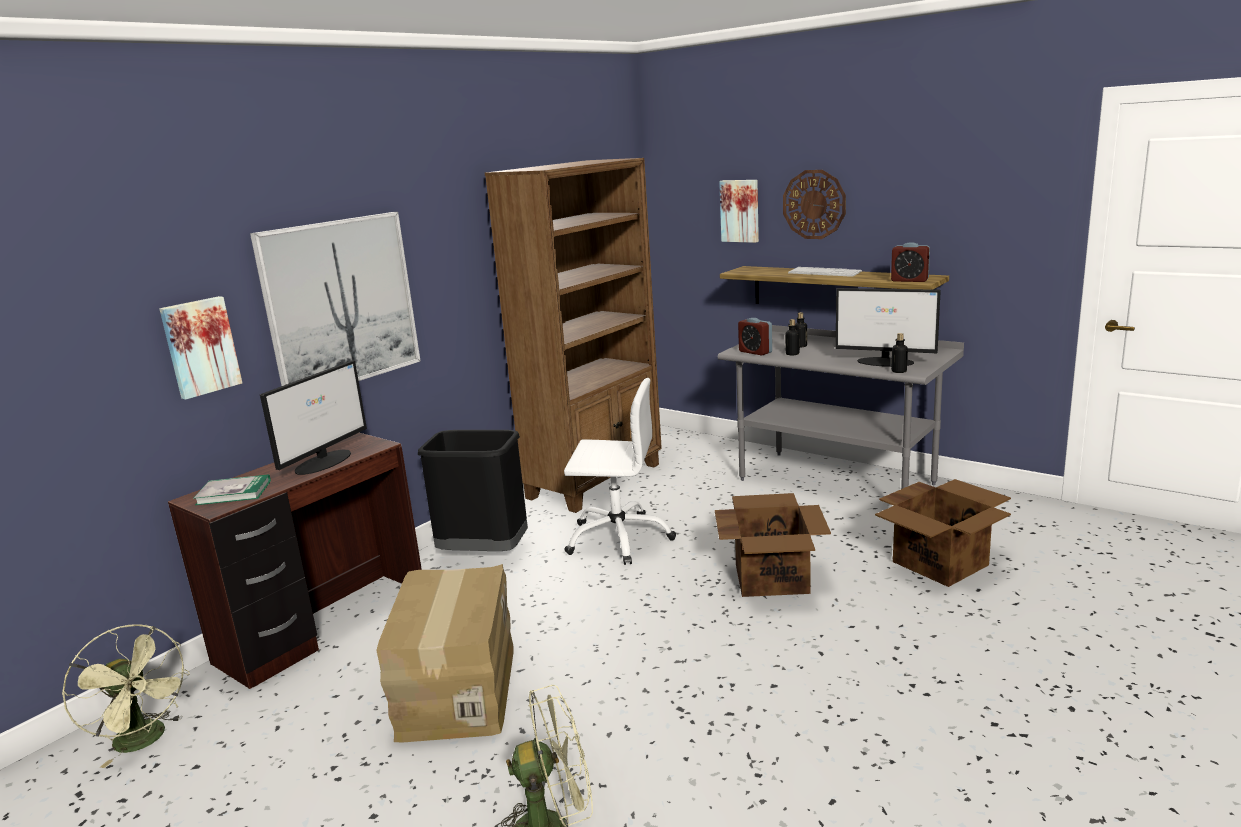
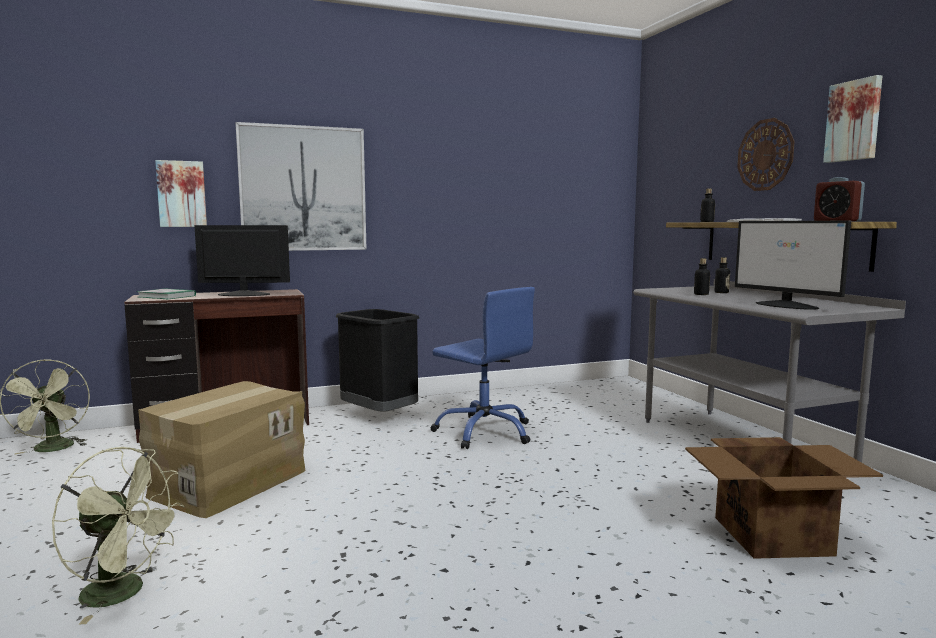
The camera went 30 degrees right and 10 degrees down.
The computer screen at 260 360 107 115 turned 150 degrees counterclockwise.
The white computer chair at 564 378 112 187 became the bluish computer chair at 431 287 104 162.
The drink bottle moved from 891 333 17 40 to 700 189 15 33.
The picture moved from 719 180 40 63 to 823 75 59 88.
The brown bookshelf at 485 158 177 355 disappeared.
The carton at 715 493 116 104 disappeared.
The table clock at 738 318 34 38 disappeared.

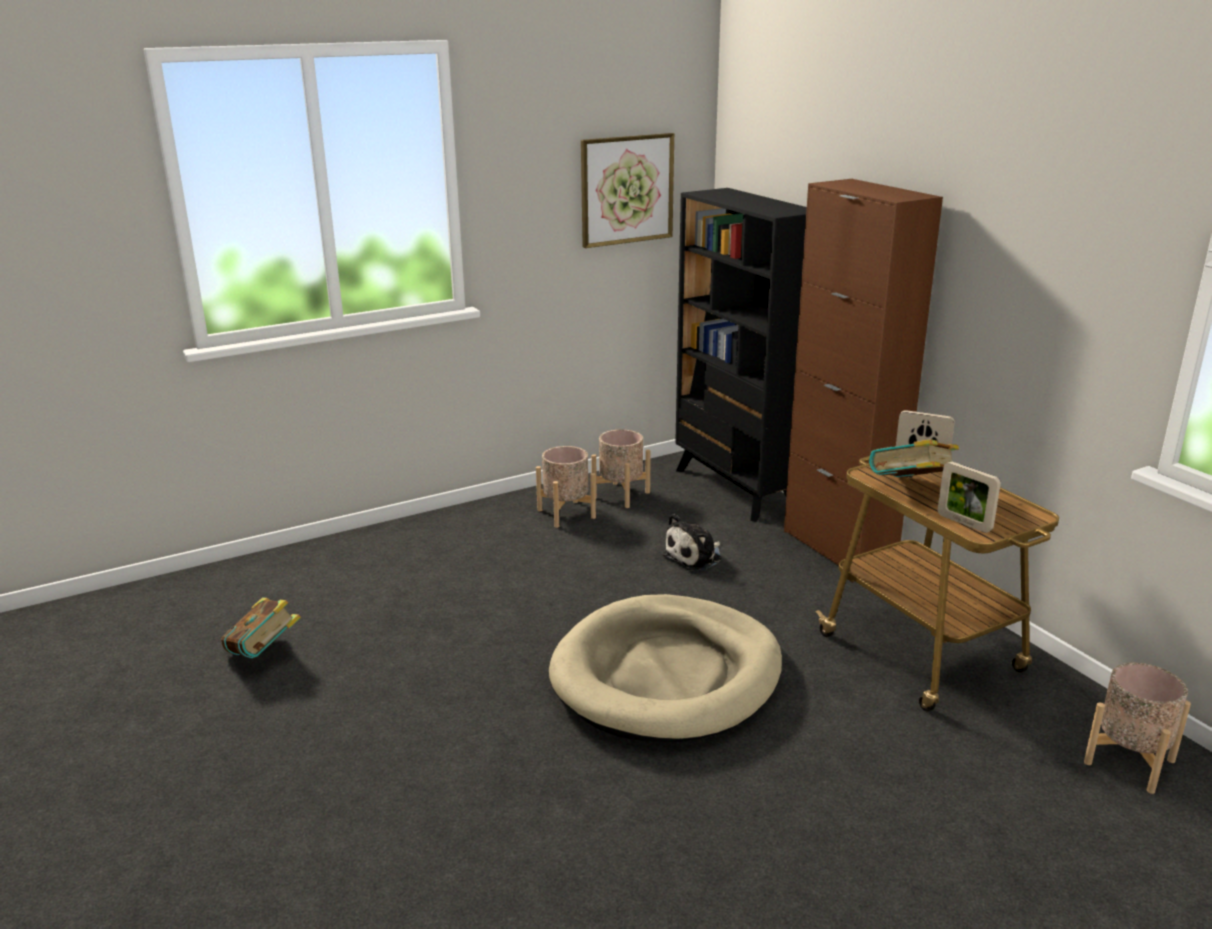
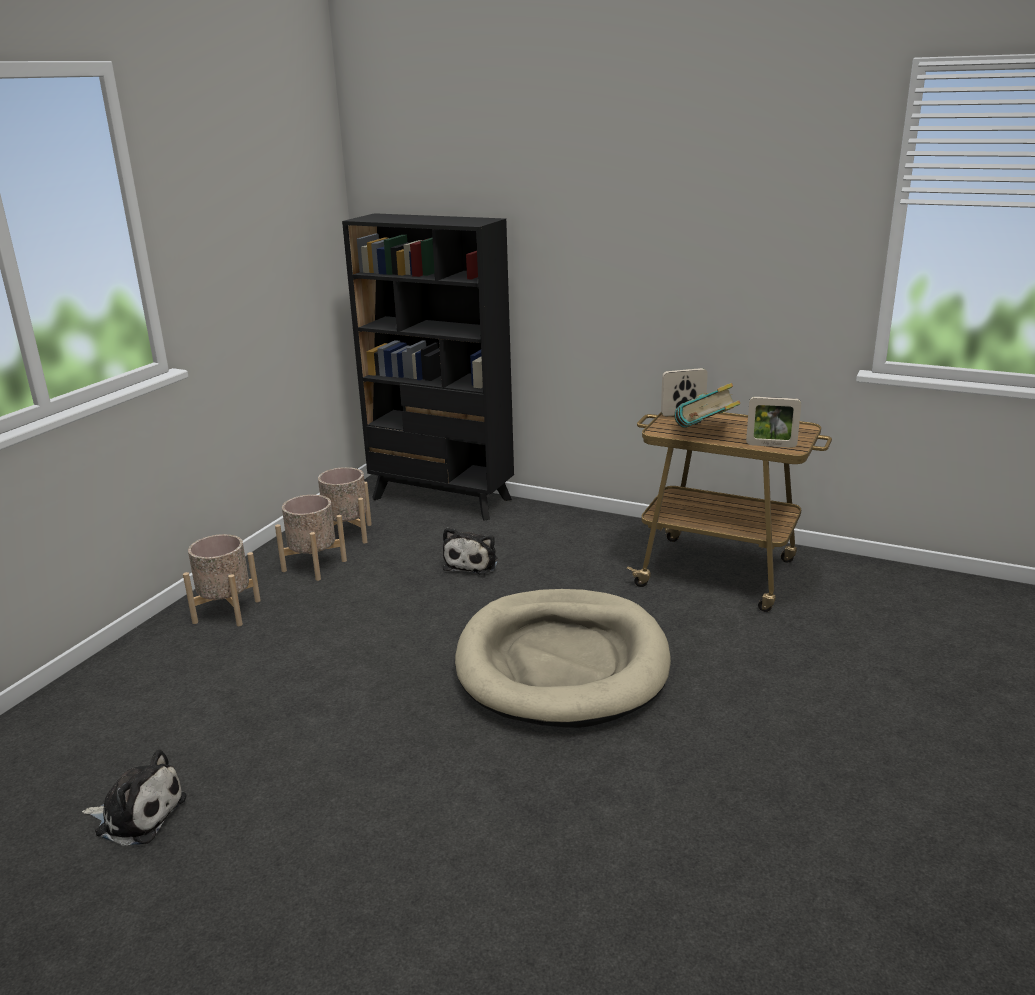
The camera went 35 degrees left and 0 degrees up.
The book at 221 597 80 61 was replaced by the cuddly toy at 82 749 104 97.
The beige planter moved from 1084 663 107 131 to 183 534 78 92.
The picture at 581 133 93 115 disappeared.
The brown cupboard at 784 179 159 387 disappeared.

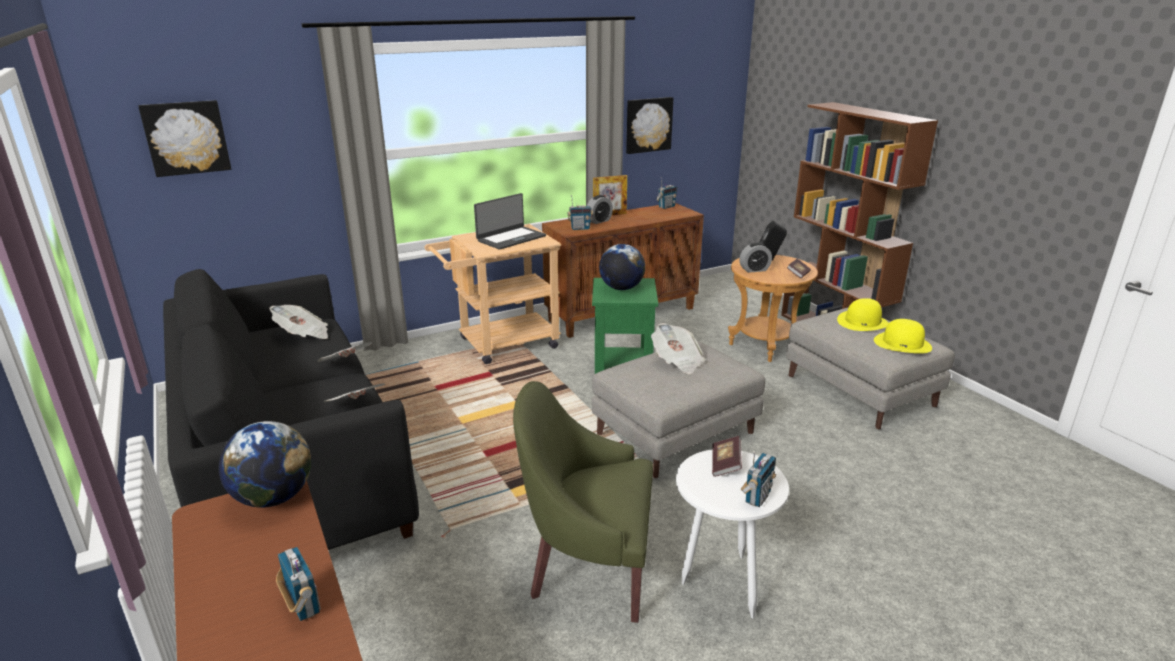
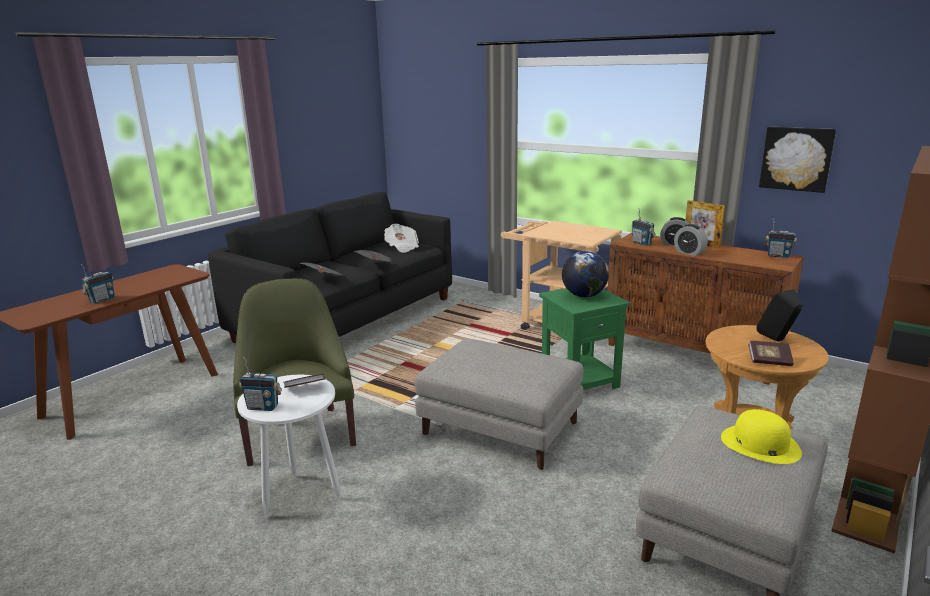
The camera went 65 degrees right and 5 degrees down.
The table clock moved from 739 242 33 31 to 674 224 34 32.
The picture at 138 100 93 77 disappeared.
The globe at 219 421 92 87 disappeared.
The laptop at 474 193 72 57 disappeared.
The newspaper at 651 323 54 51 disappeared.
The yellow-coloured clothing hat at 874 319 58 35 disappeared.

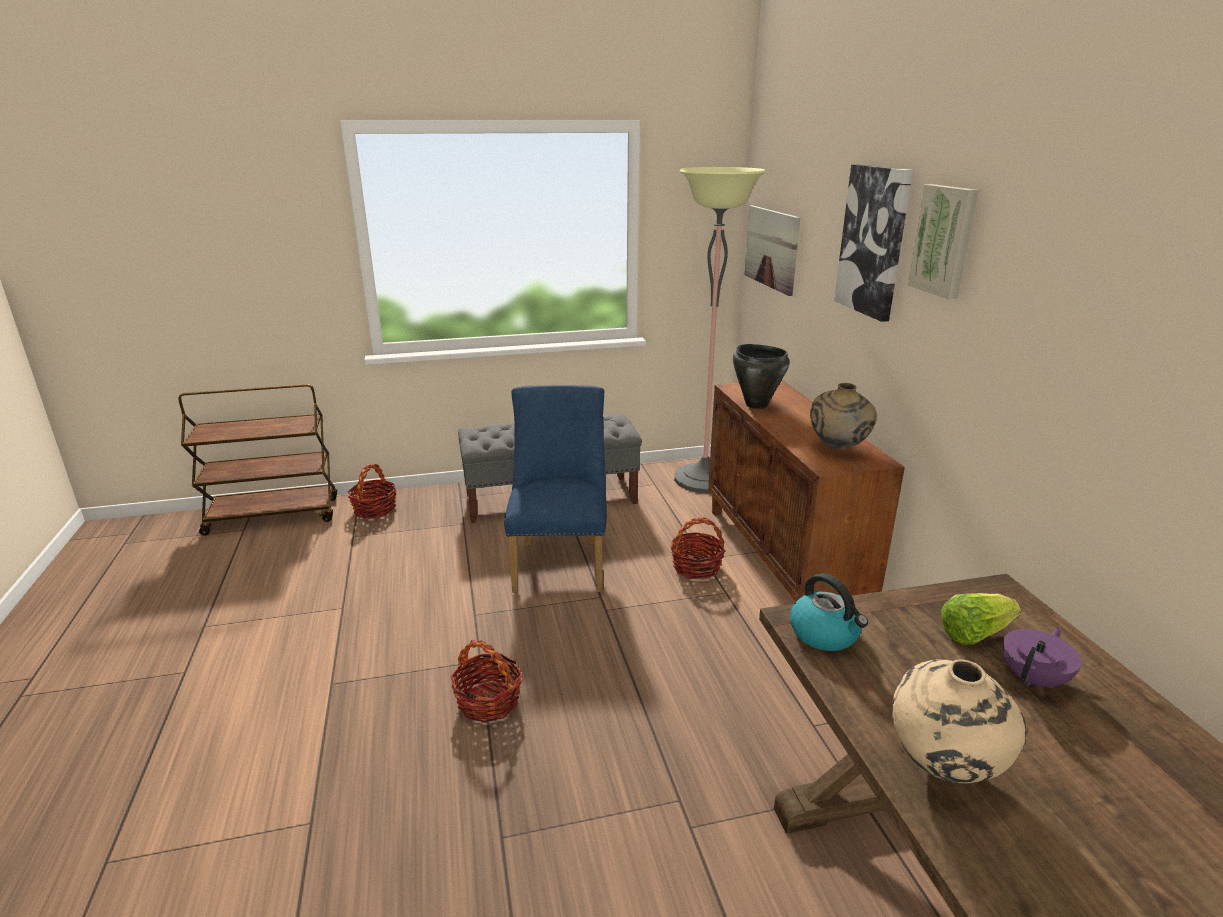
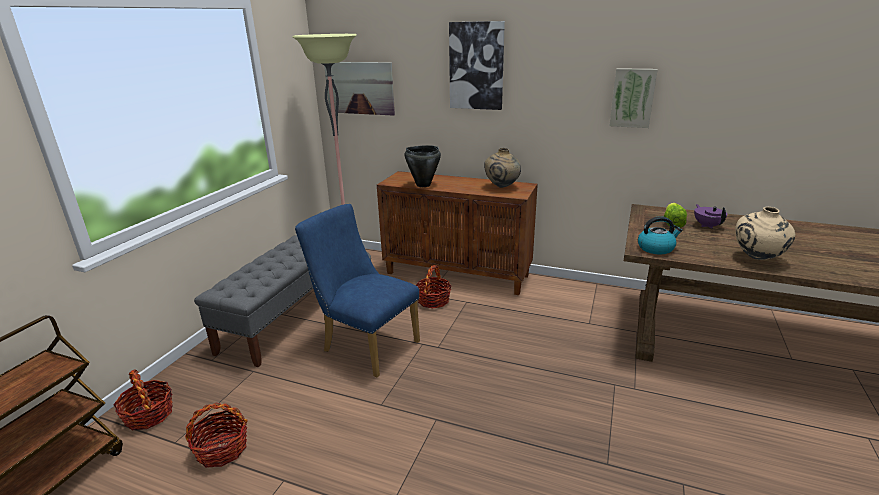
The camera went 55 degrees left and 0 degrees up.
The basket moved from 450 640 72 83 to 185 403 63 65.
The picture moved from 908 184 71 115 to 609 68 49 60.

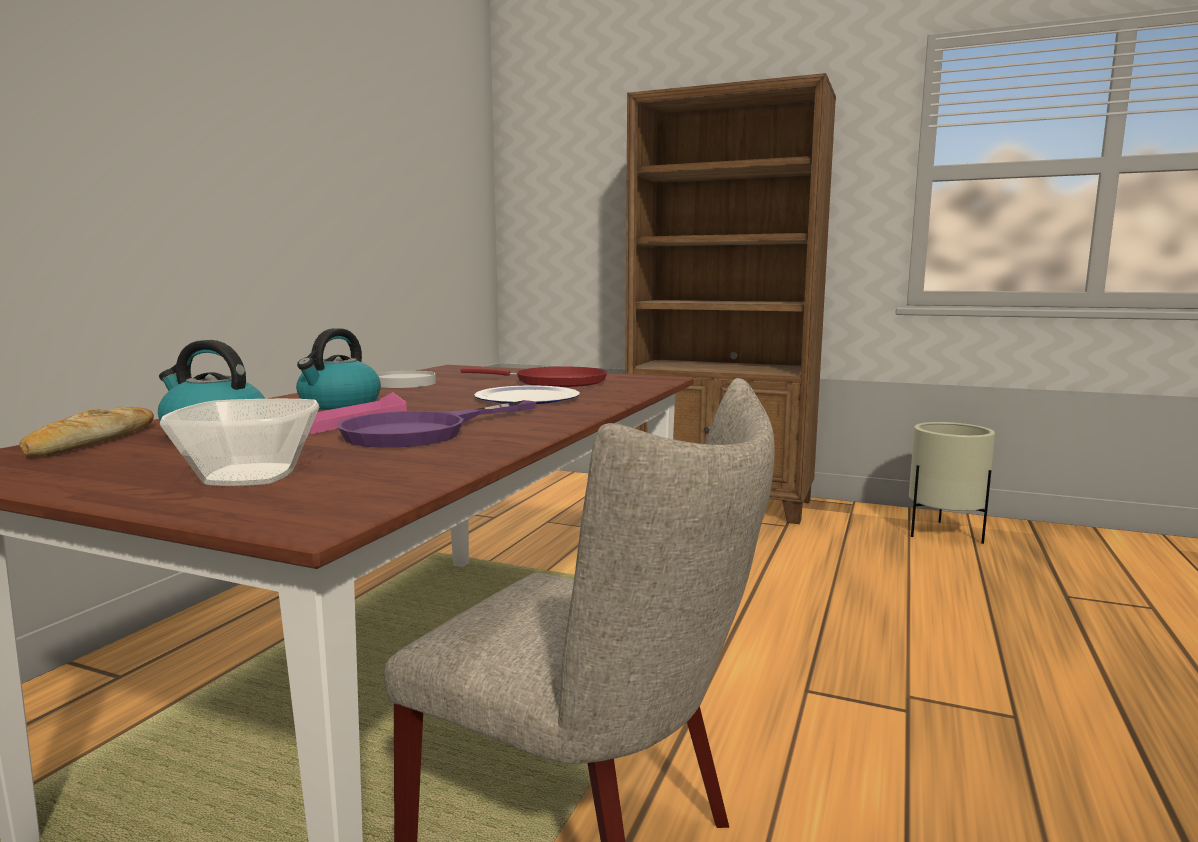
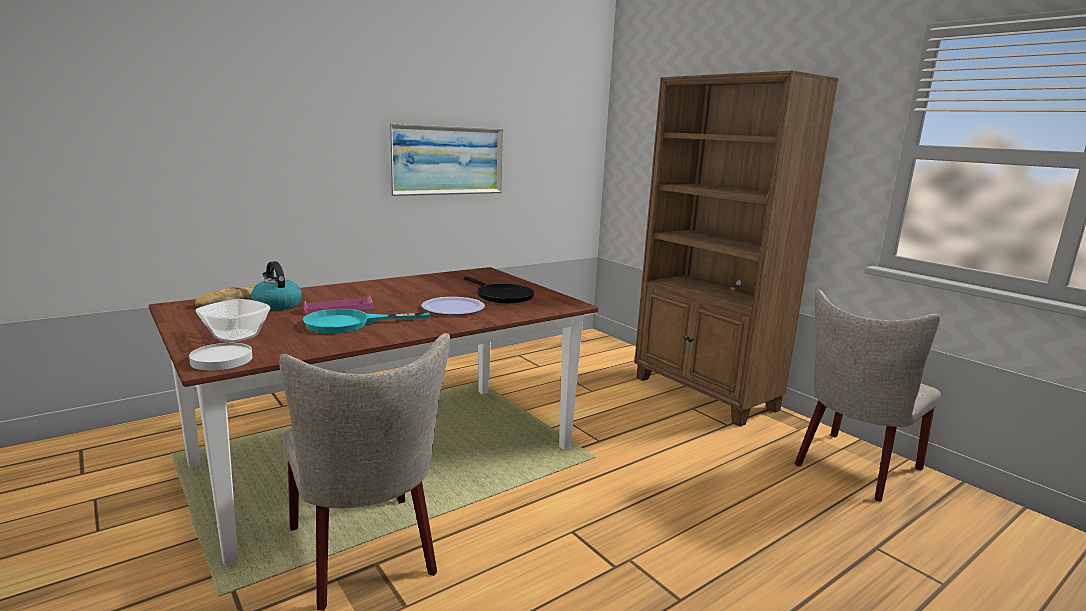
The camera went 30 degrees right and 5 degrees up.
The white flat dish moved from 377 371 59 17 to 189 343 63 28.
The purple-coloured skillet at 337 400 200 48 became the blue-green skillet at 303 309 127 24.
The picture at 388 124 115 72 appeared.
The red skillet at 461 366 146 21 became the black skillet at 464 277 71 26.
The beige planter at 909 422 86 122 was replaced by the beige chair at 795 289 146 213.
The kettle at 296 328 85 82 disappeared.

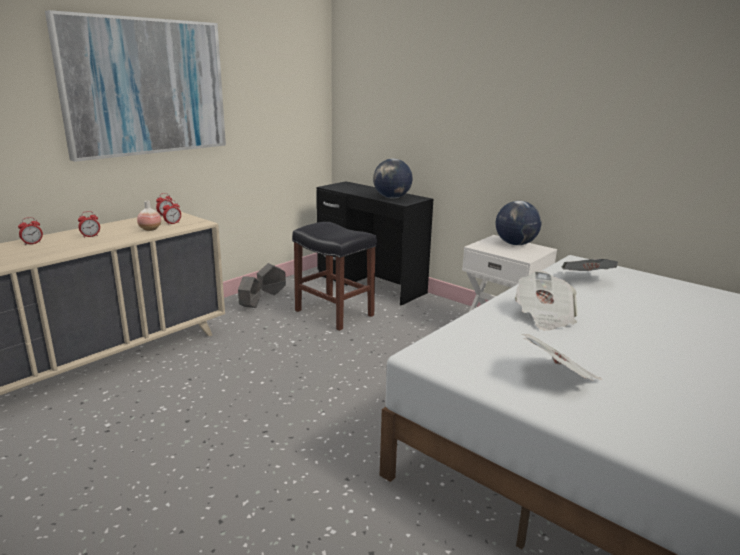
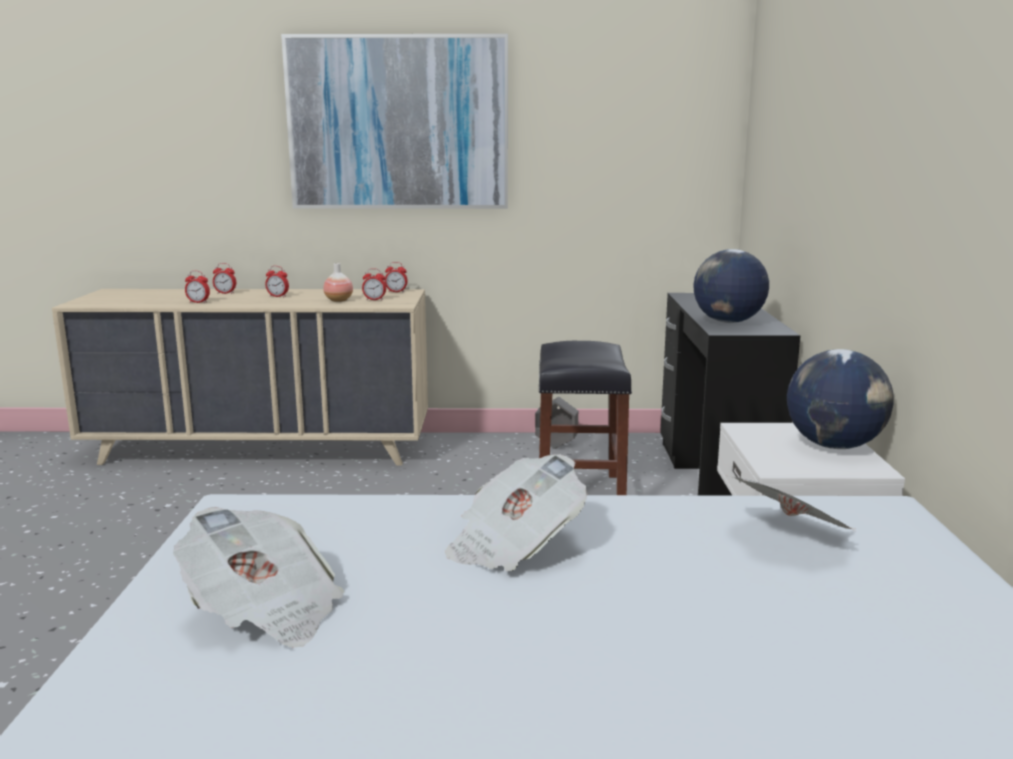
The camera went 50 degrees right and 5 degrees down.
The table clock at 185 271 25 32 appeared.
The grey planter at 238 276 23 32 disappeared.

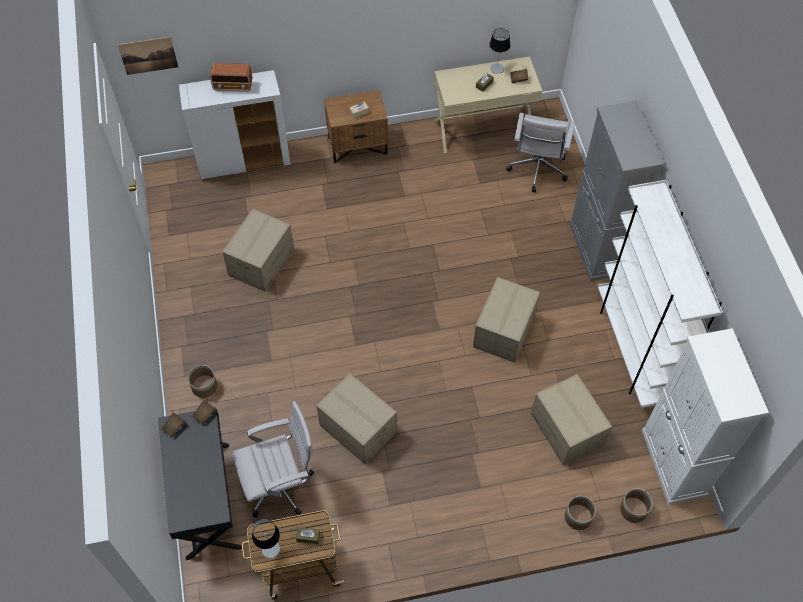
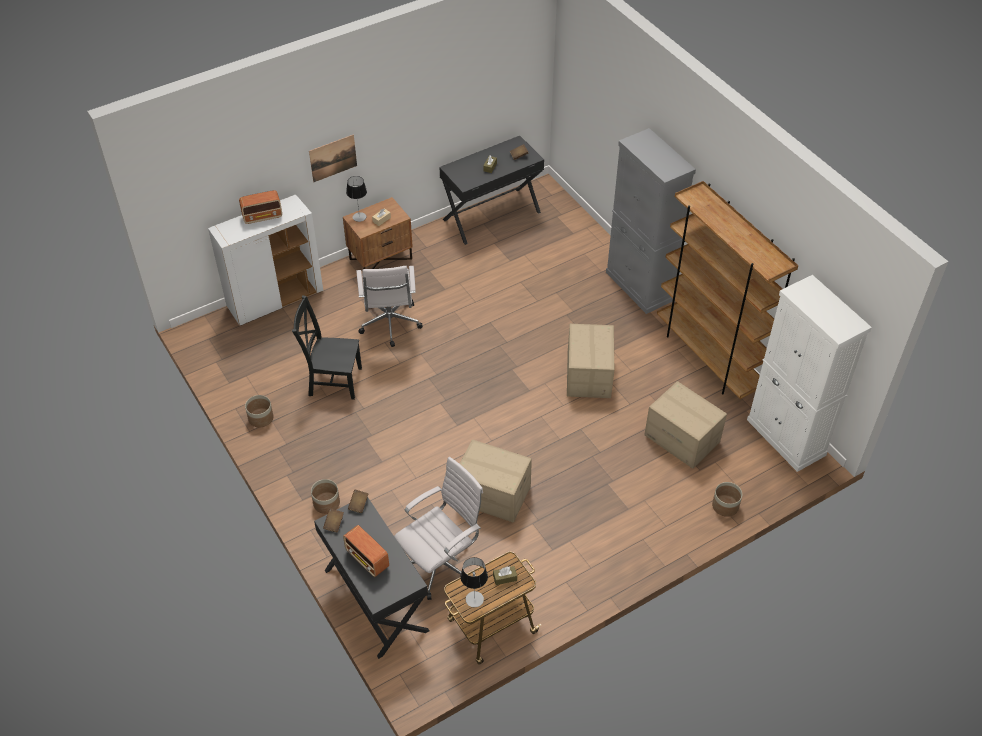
The camera went 20 degrees left and 10 degrees down.
The planter moved from 620 489 33 34 to 245 395 29 33.
The carton at 222 209 72 83 was replaced by the black chair at 292 295 70 105.
The picture moved from 117 37 61 38 to 309 134 48 48.
The radio set at 343 525 46 52 appeared.
The table lamp moved from 489 28 21 46 to 346 176 21 46.
The white computer chair moved from 506 113 69 79 to 356 266 67 81.
The beige desk unit at 434 56 108 97 became the black desk unit at 439 136 105 109.
The white bookshelf at 598 180 125 228 became the brown bookshelf at 657 181 141 218.

